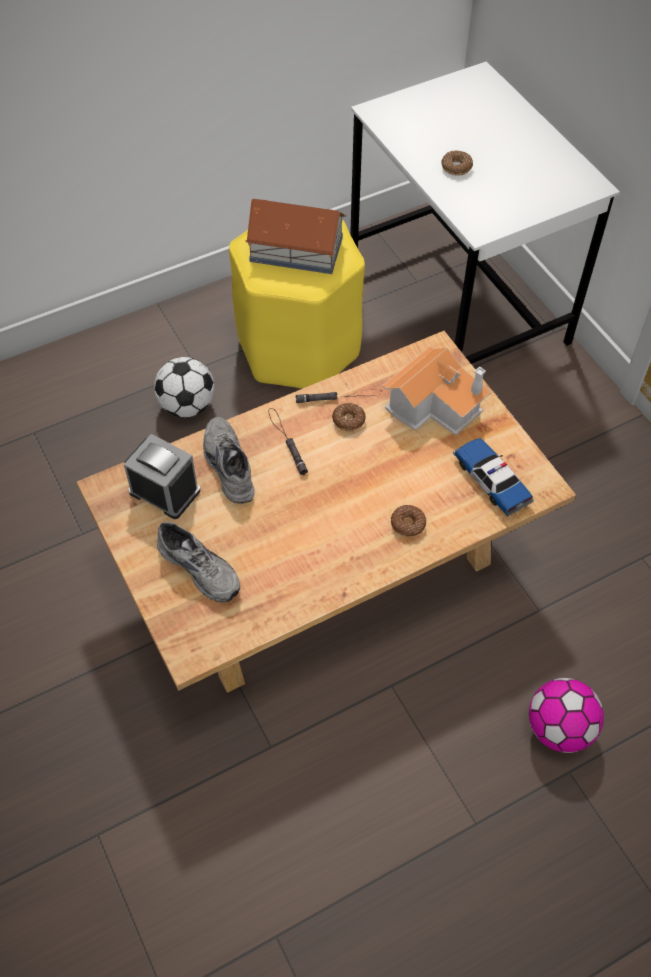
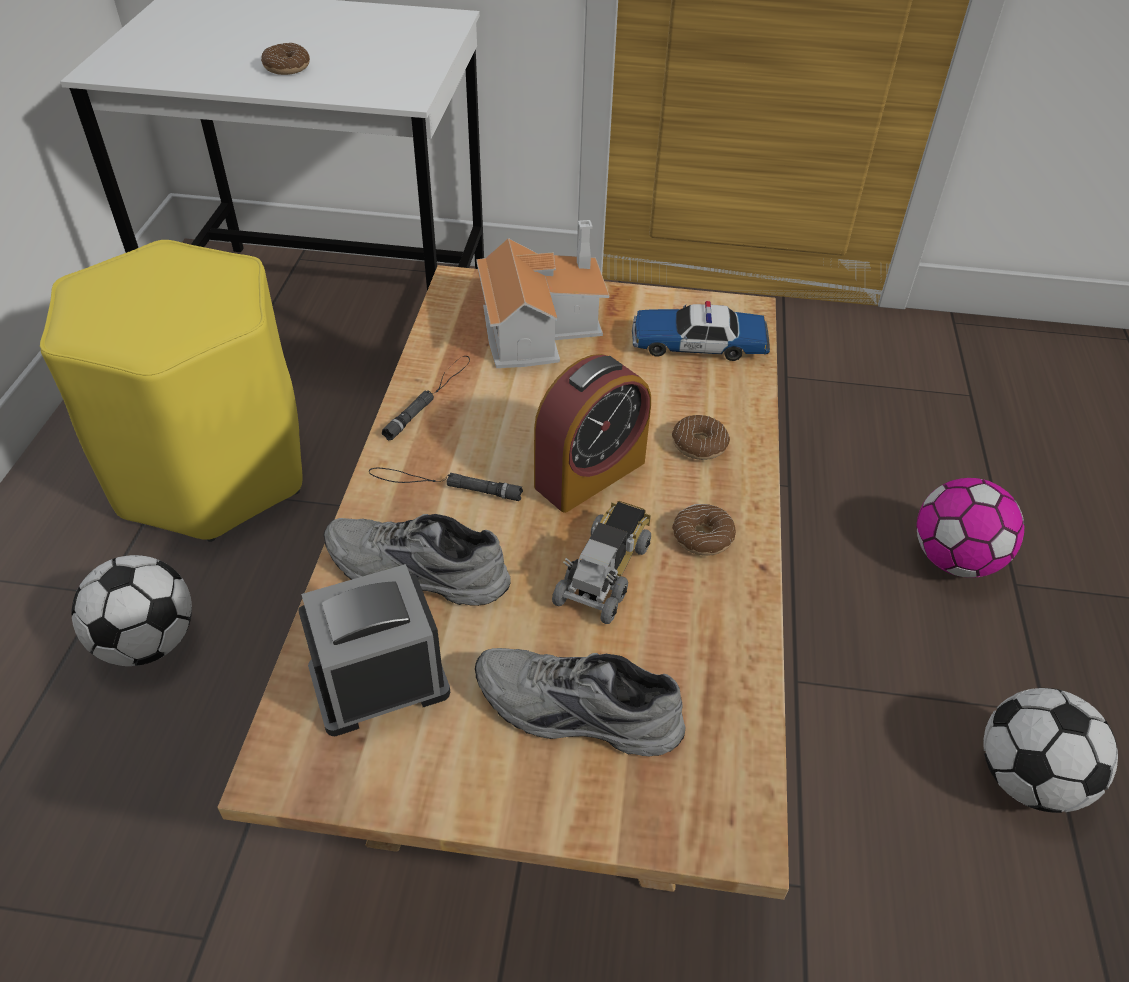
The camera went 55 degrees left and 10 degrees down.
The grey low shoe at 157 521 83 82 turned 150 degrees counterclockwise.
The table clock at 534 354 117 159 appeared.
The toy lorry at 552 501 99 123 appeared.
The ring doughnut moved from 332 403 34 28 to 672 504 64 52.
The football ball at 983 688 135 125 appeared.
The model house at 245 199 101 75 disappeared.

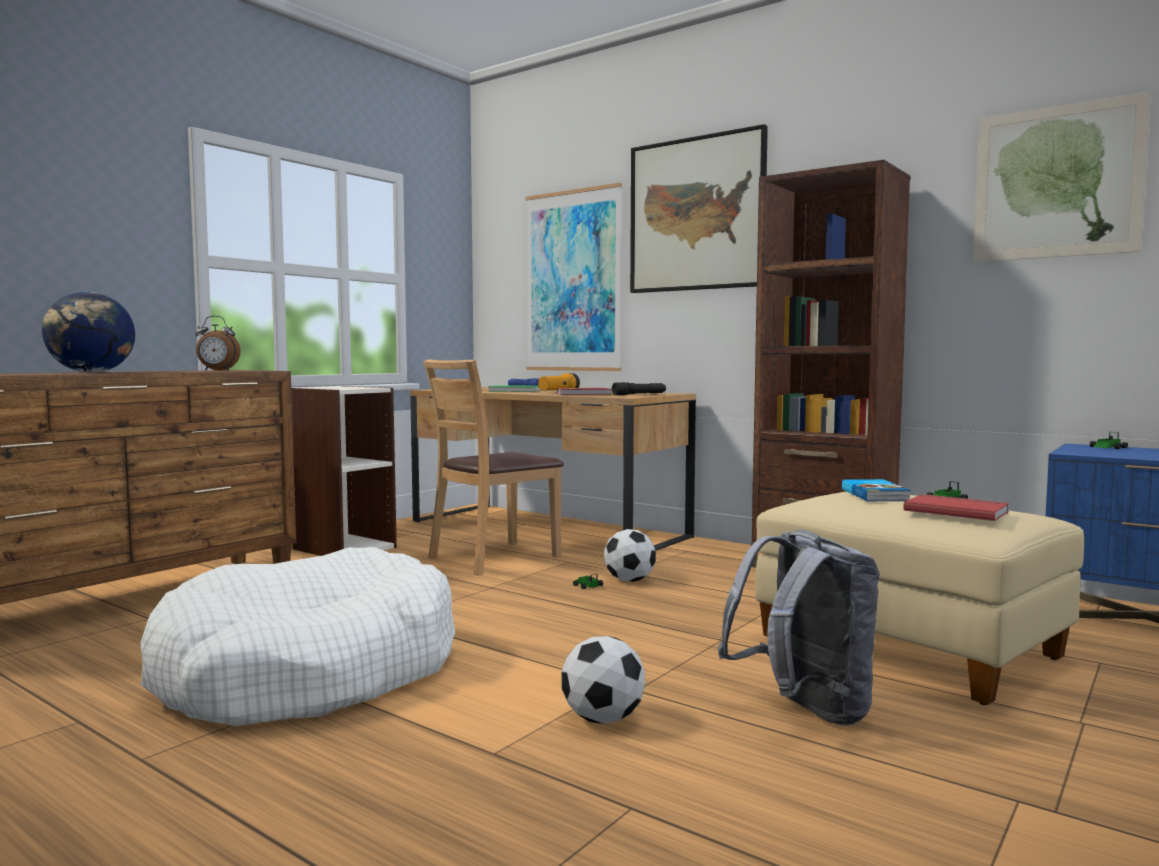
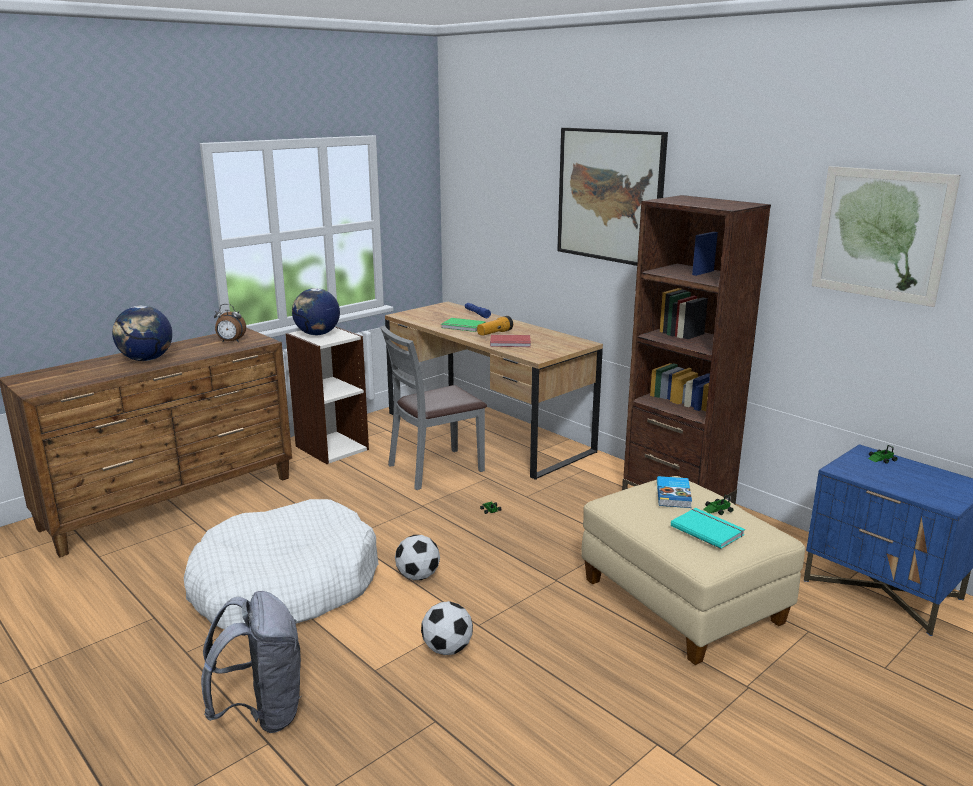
The camera went 10 degrees right and 15 degrees up.
The grey rucksack moved from 718 530 162 196 to 201 591 101 142.
The globe at 292 288 48 47 appeared.
The brown chair at 423 359 141 216 became the grey chair at 380 325 107 165.
The football ball moved from 604 529 52 53 to 395 535 45 45.
The red book at 903 494 106 27 became the blue-green book at 671 508 74 41.
The picture at 525 183 97 188 disappeared.
The black flashlight at 612 382 54 13 disappeared.

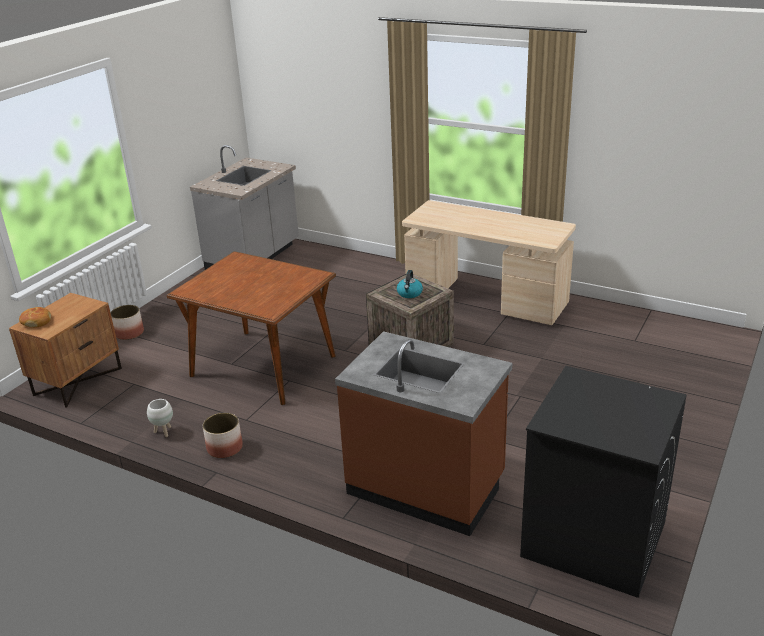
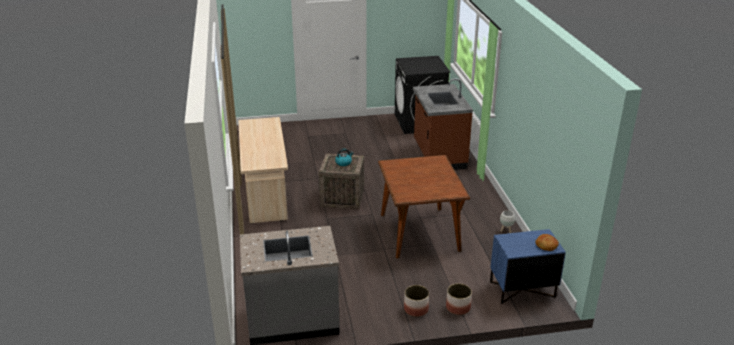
The camera went 130 degrees left and 0 degrees up.
The planter moved from 203 413 40 45 to 404 285 25 32.
The brown bedside table at 9 293 113 115 became the bluish bedside table at 490 229 76 75.

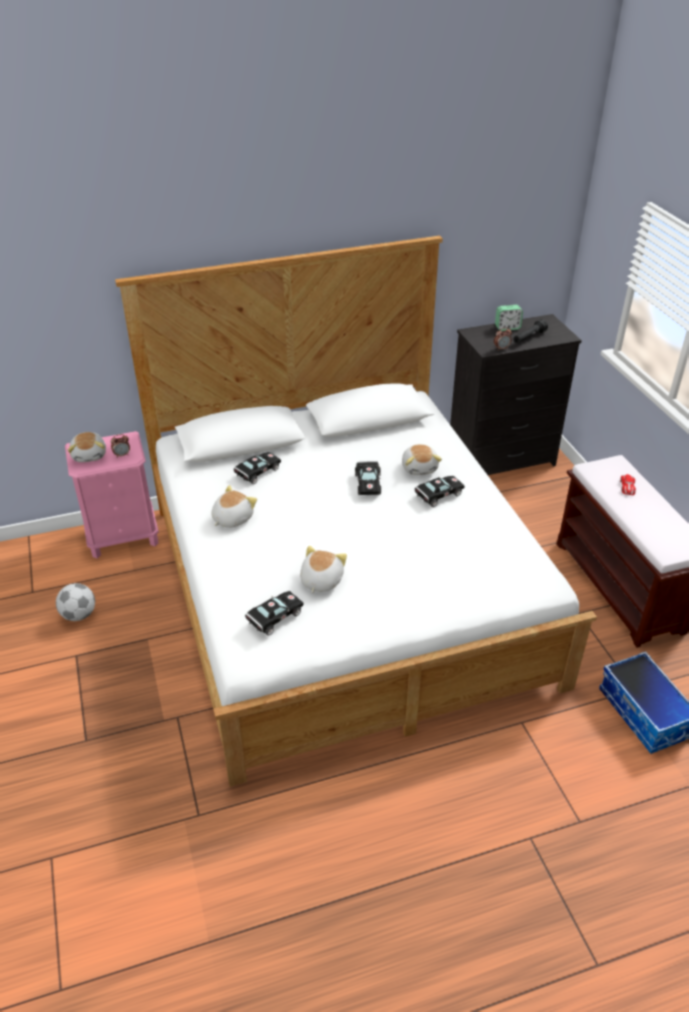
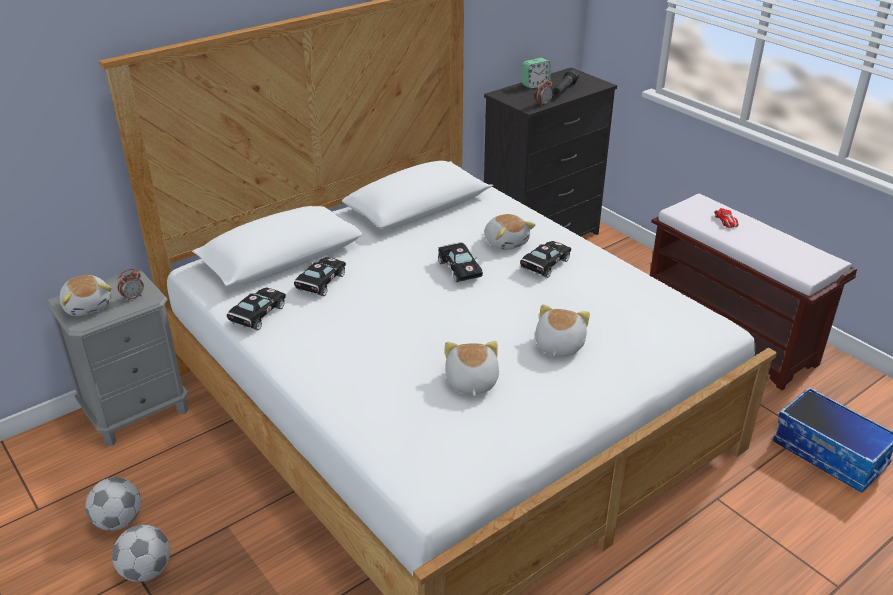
The camera went 20 degrees left and 5 degrees down.
The pink-coloured bedside table at 65 431 94 128 became the grey bedside table at 45 268 143 178.
The football ball at 112 525 58 57 appeared.
The black toy car moved from 245 591 59 44 to 227 288 59 42.
The cuddly toy moved from 211 485 46 43 to 535 304 55 53.

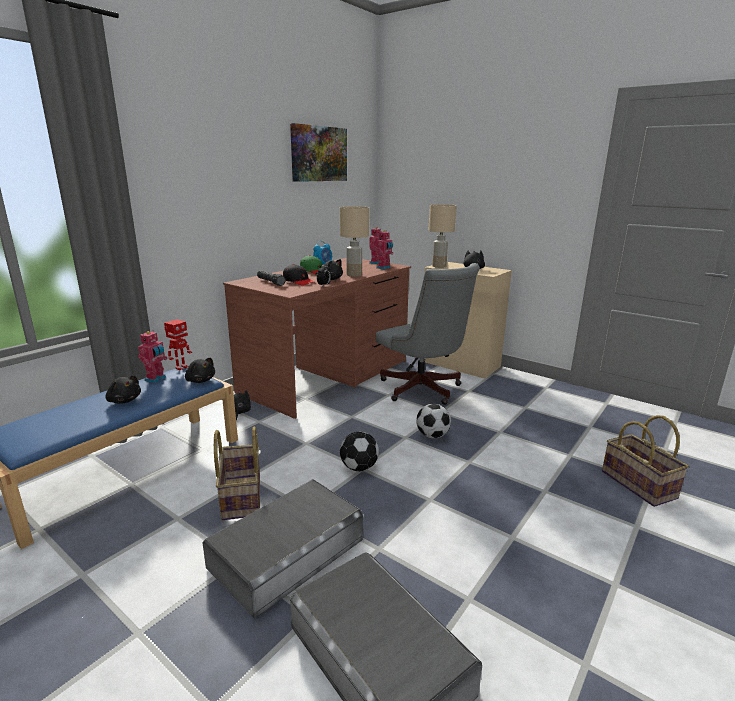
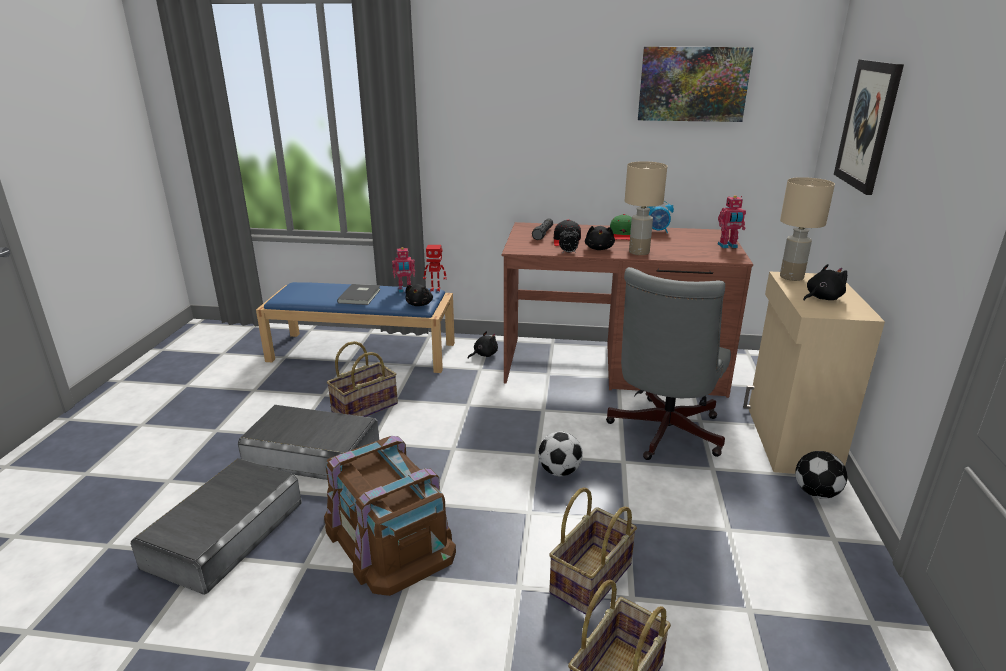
The camera went 60 degrees right and 5 degrees up.
The brown storage bin at 324 436 132 160 appeared.
The black cuddly toy at 105 375 36 29 was replaced by the grey book at 337 284 44 21.
The basket at 549 488 88 127 appeared.
The football ball moved from 340 432 39 39 to 795 451 52 48.
The picture at 834 59 70 136 appeared.
The robot figure at 376 230 17 40 disappeared.

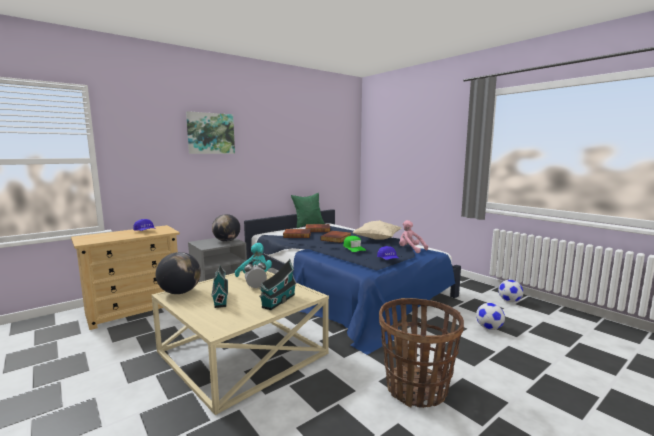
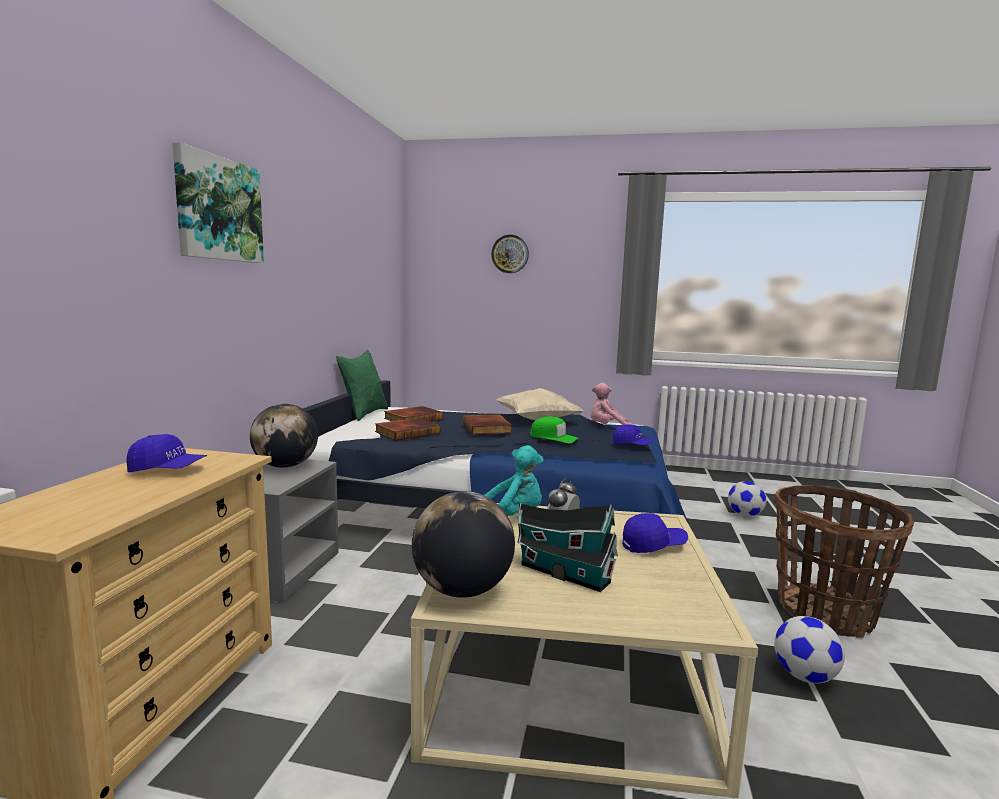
The camera went 40 degrees left and 0 degrees up.
The wall clock at 491 235 38 38 appeared.
The model house at 259 259 38 51 was replaced by the bluish baseball cap at 622 513 66 40.
The football ball moved from 498 280 25 22 to 774 616 71 68.

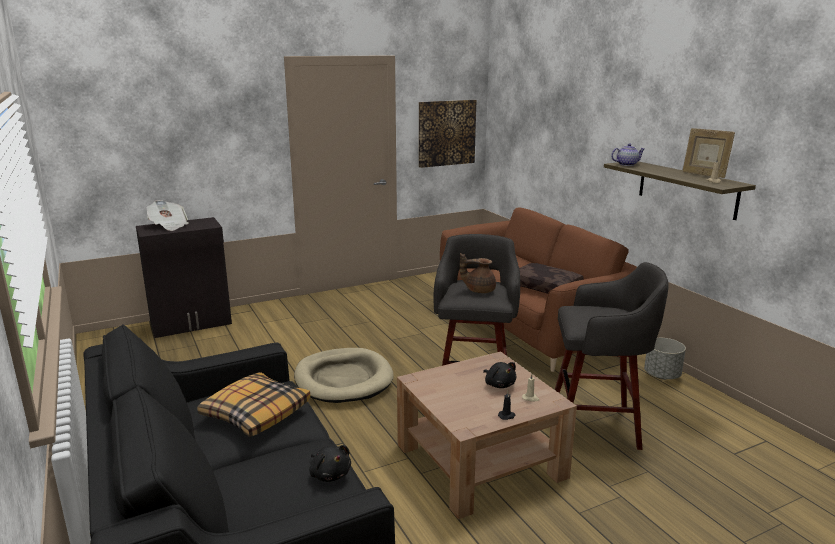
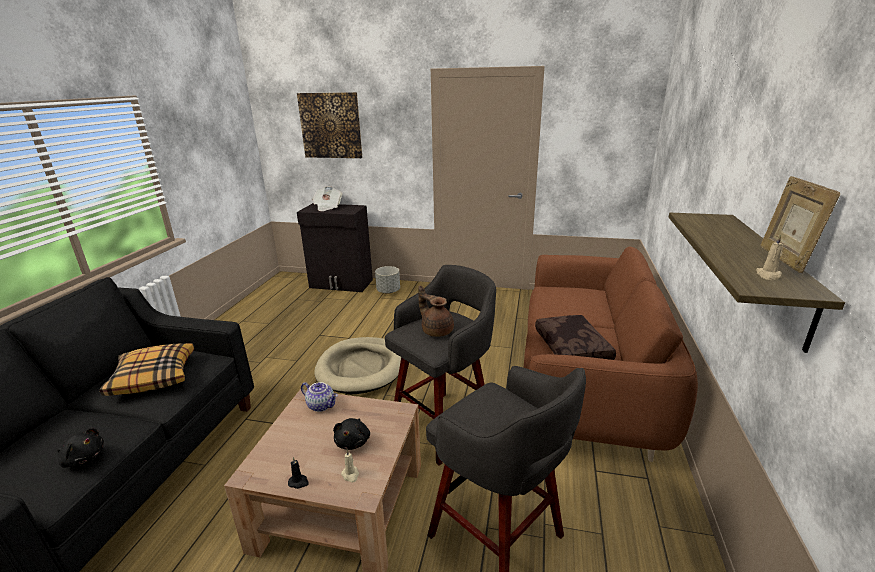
The camera went 40 degrees right and 5 degrees up.
The black cuddly toy at 309 445 42 37 turned 75 degrees counterclockwise.
The picture moved from 419 100 57 68 to 297 92 65 66.
The tea pot moved from 611 143 33 23 to 301 382 37 30.
The grey planter moved from 644 338 42 41 to 375 266 25 28.

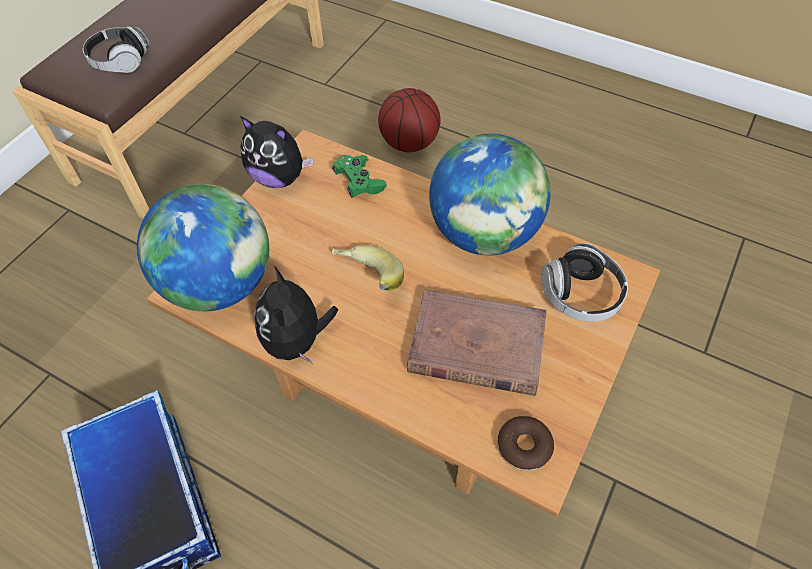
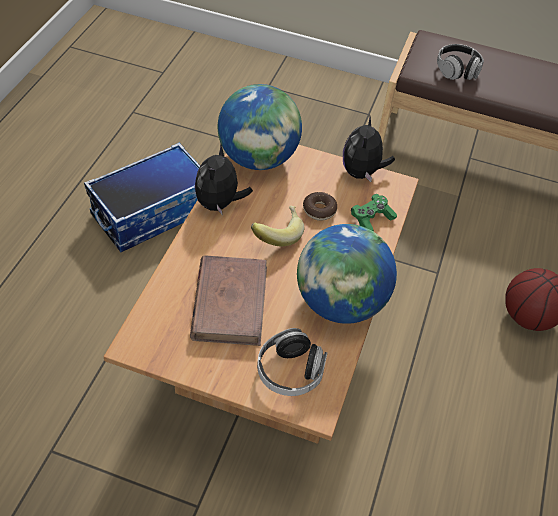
The camera went 75 degrees right and 5 degrees down.
The cuddly toy at 254 266 85 98 turned 60 degrees counterclockwise.
The ring doughnut moved from 497 416 57 55 to 303 192 34 29.

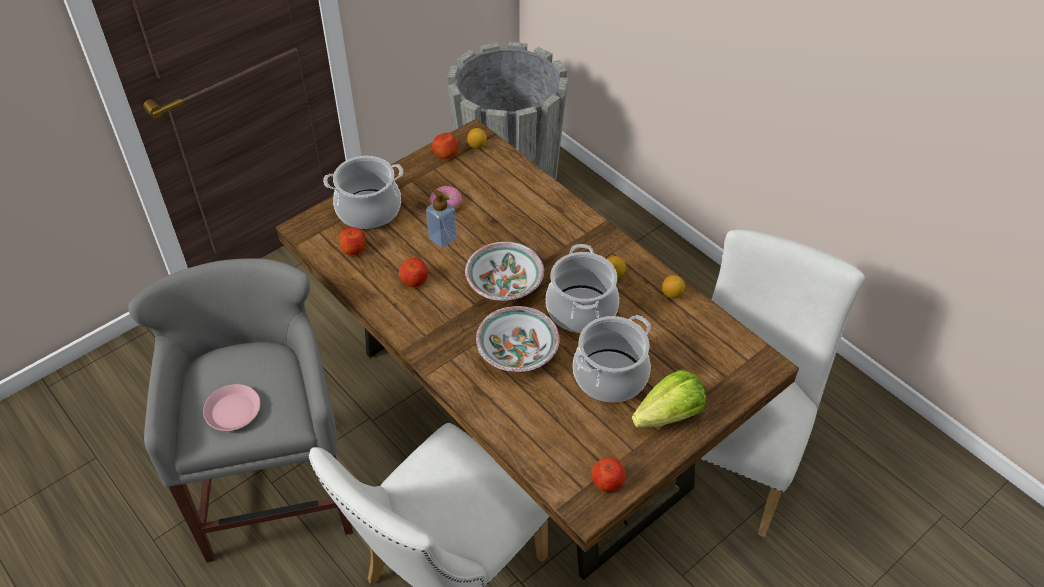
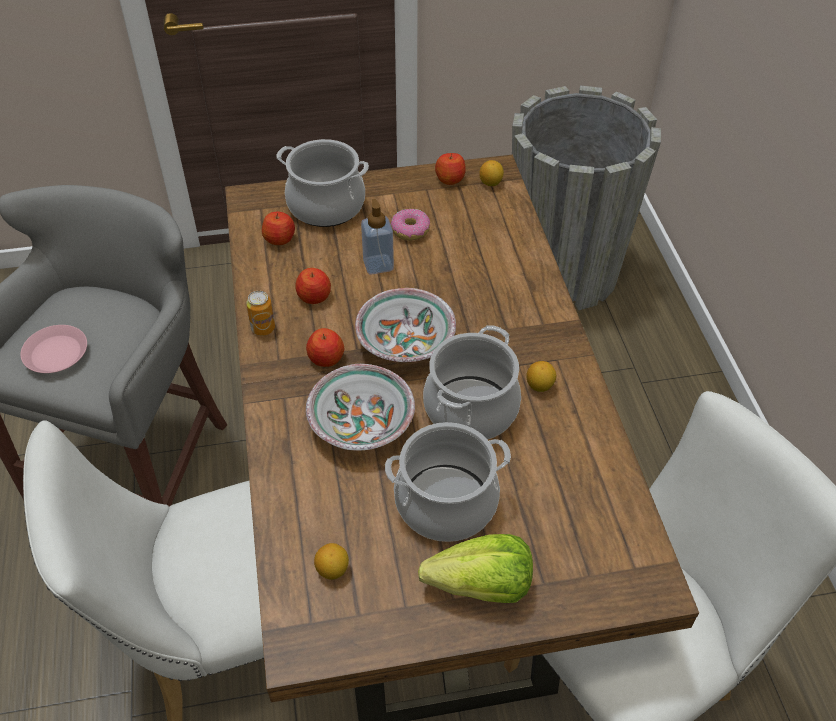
The camera went 30 degrees right and 0 degrees up.
The can at 246 291 29 45 appeared.
The apple moved from 591 457 34 35 to 306 328 39 39.
The lemon moved from 662 275 23 24 to 314 543 35 37.

